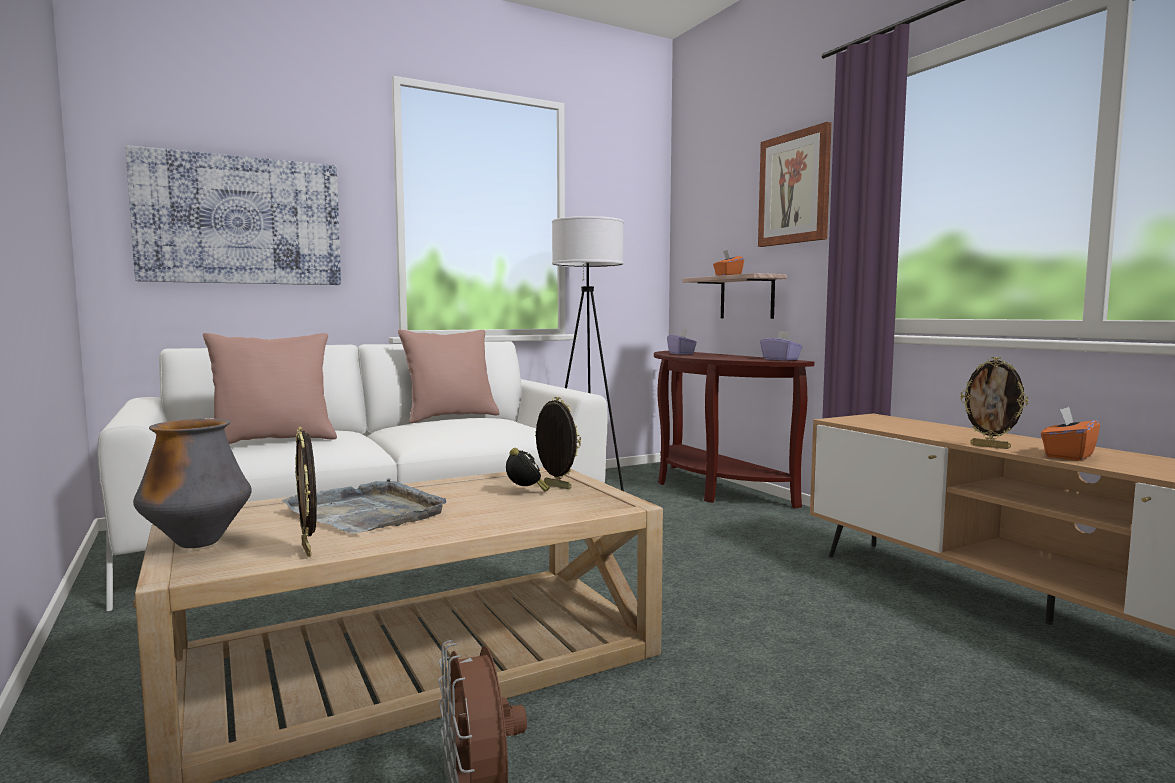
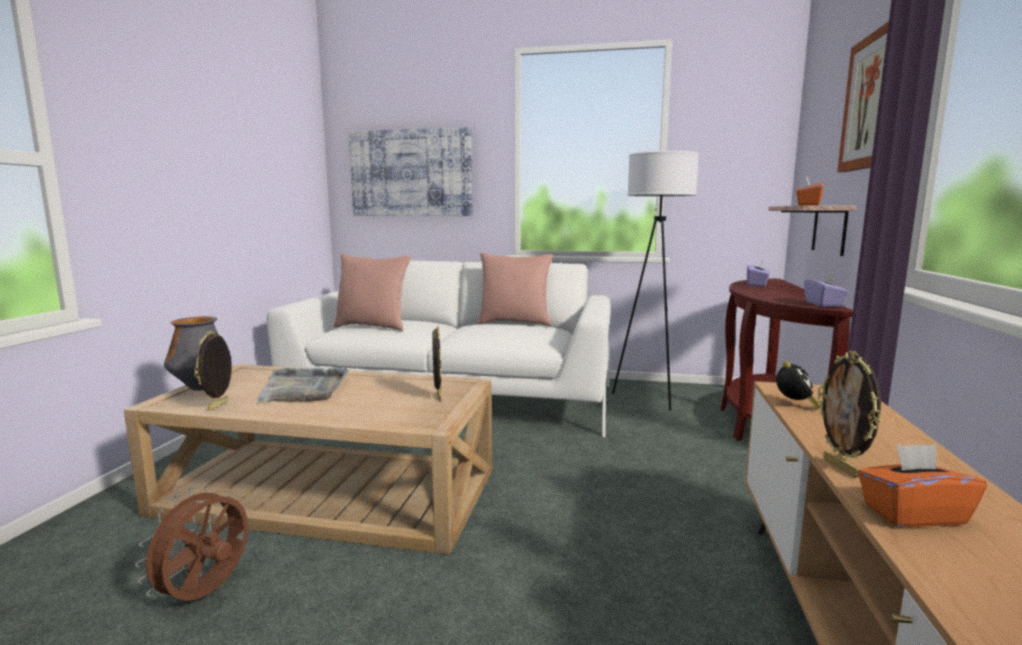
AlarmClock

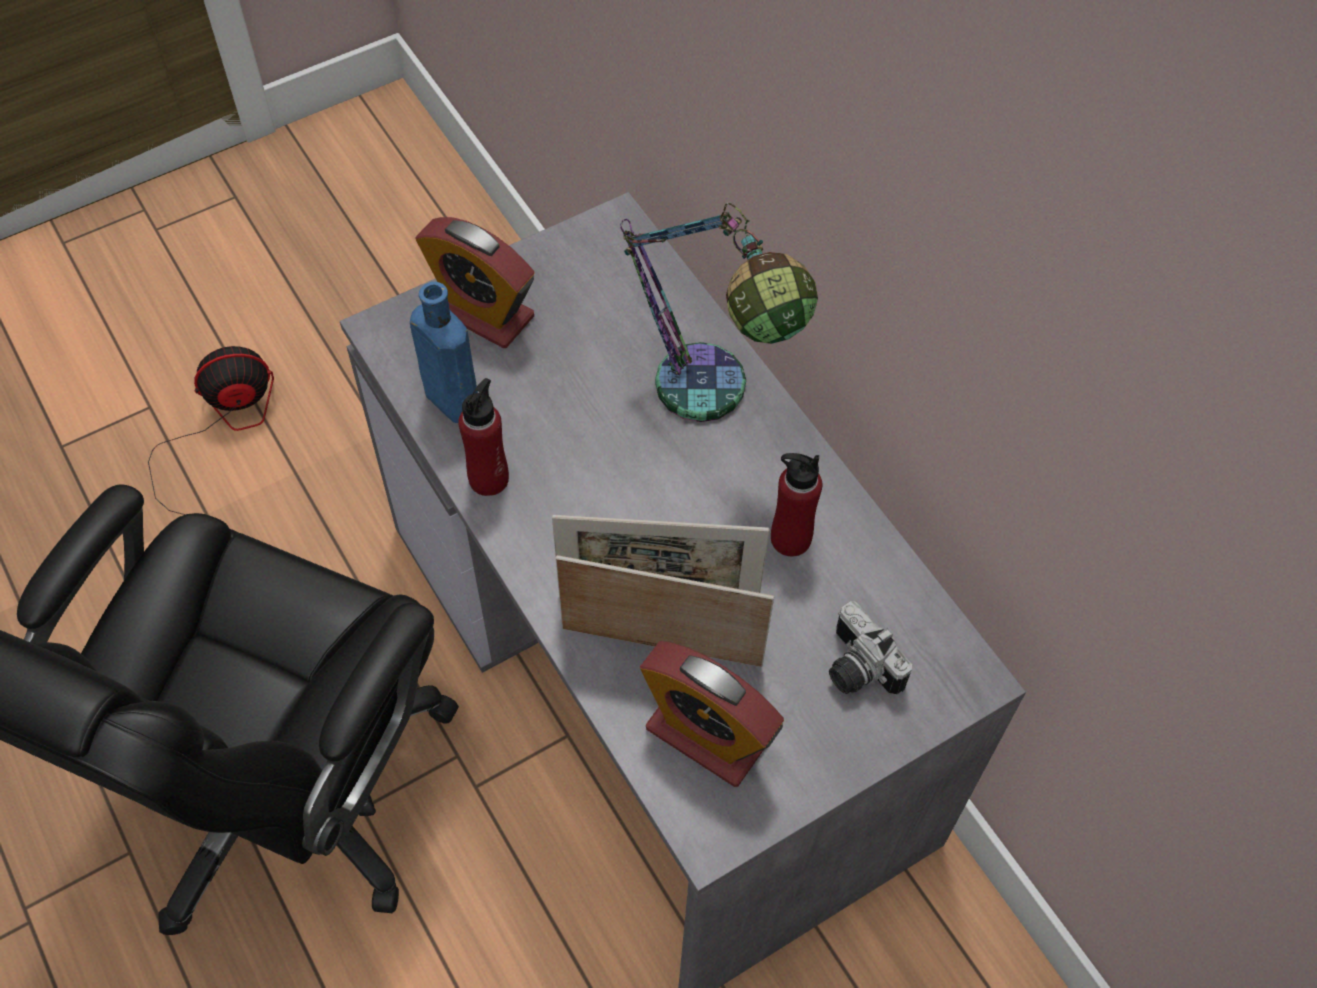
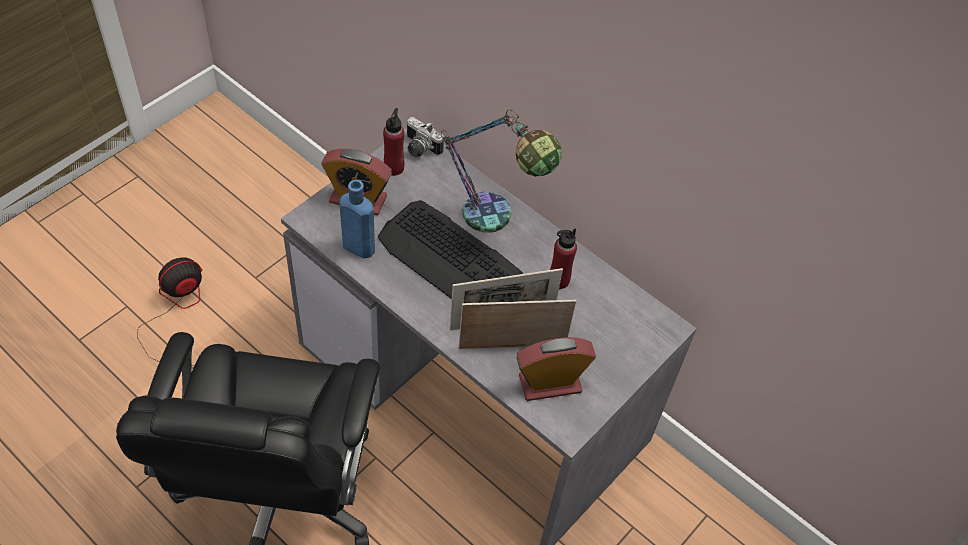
RedBottle (no. 1 from left); AlarmClock (no. 2 from left); PhotoCamera; Keyboard

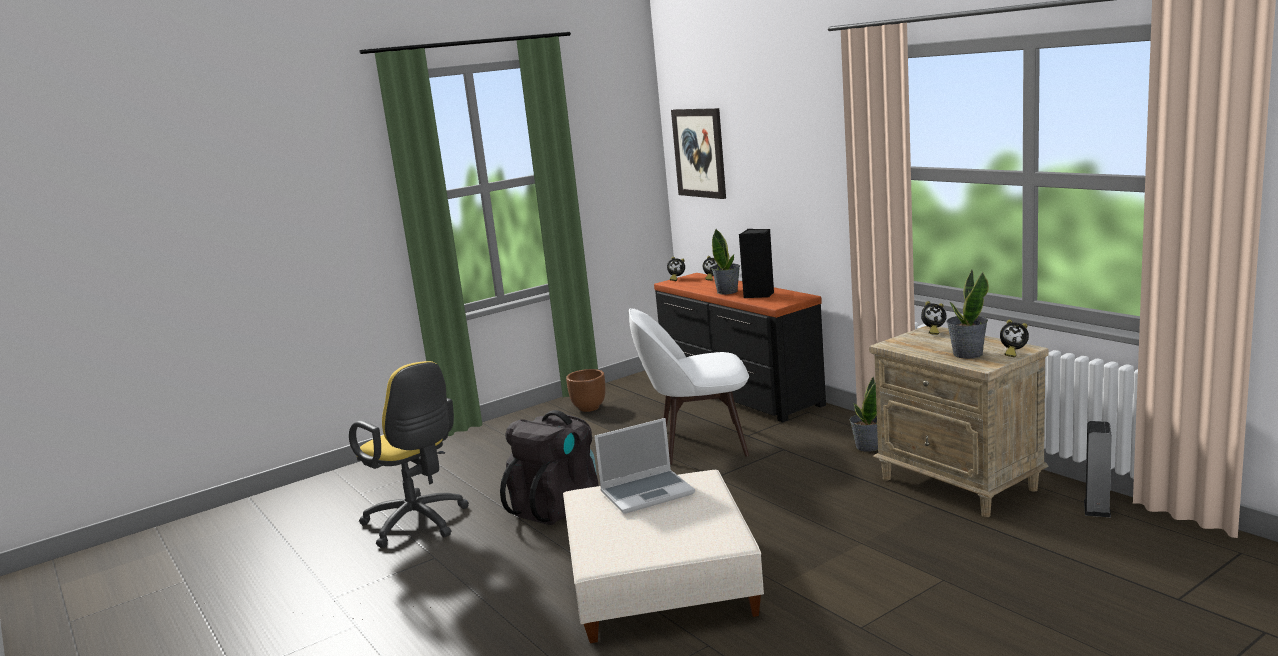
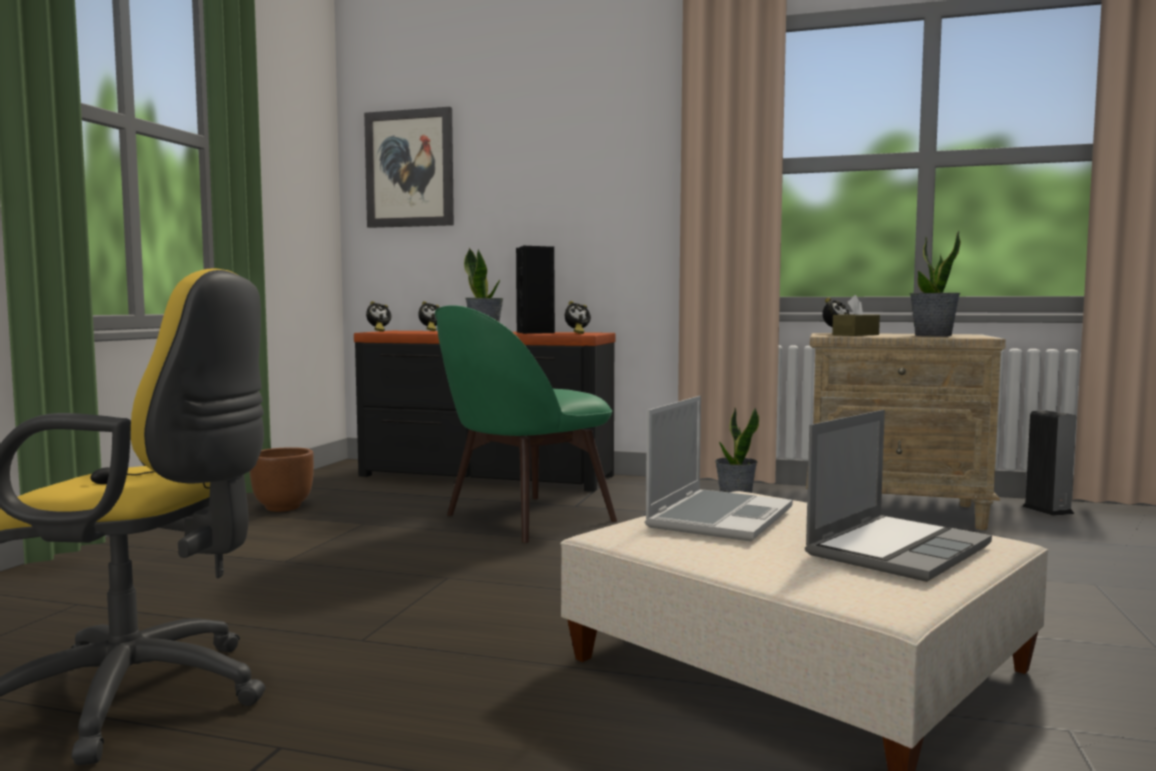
BlackBackpack; GreenChair; AlarmClock (no. 3 from left); Laptop (no. 2 from left); BrownTissueBox

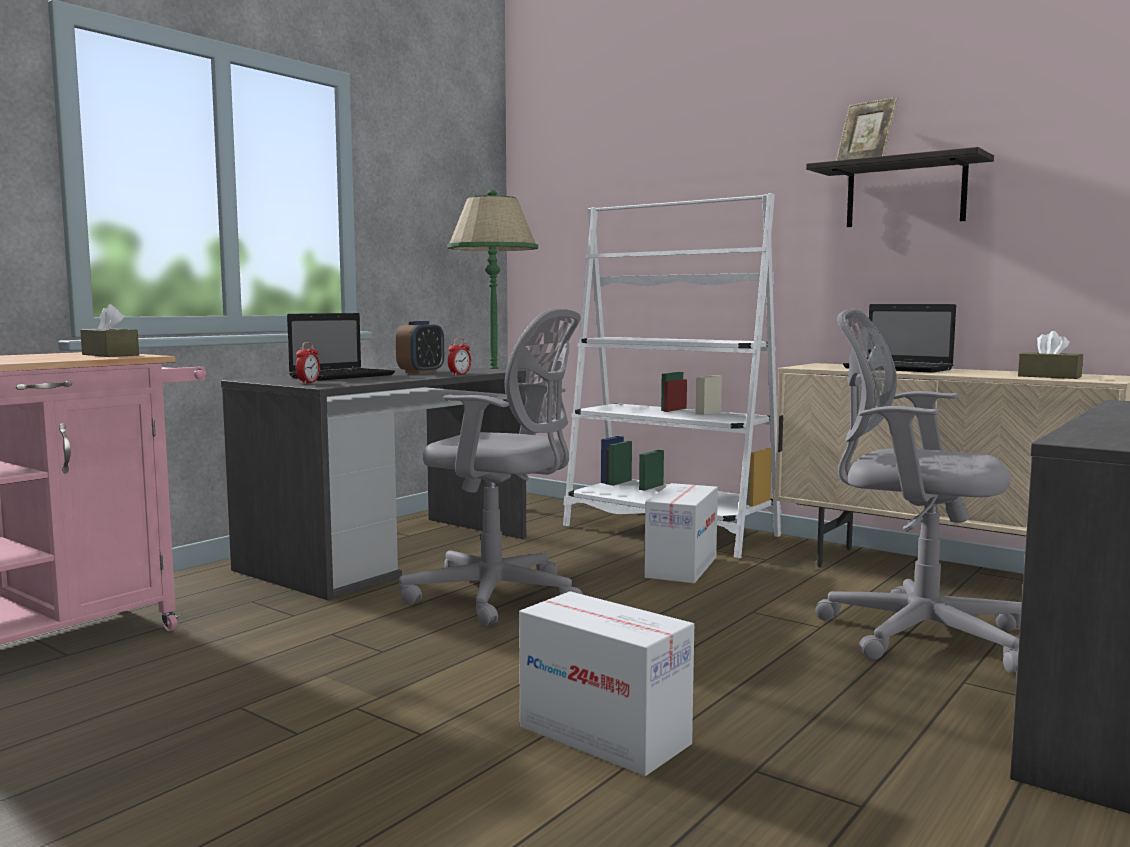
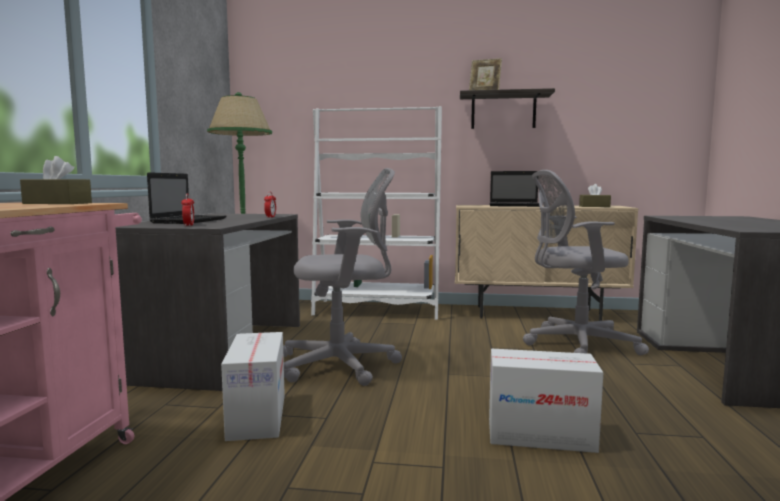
AlarmClock (no. 2 from left in the first image); CardboardBox (no. 1 from left)

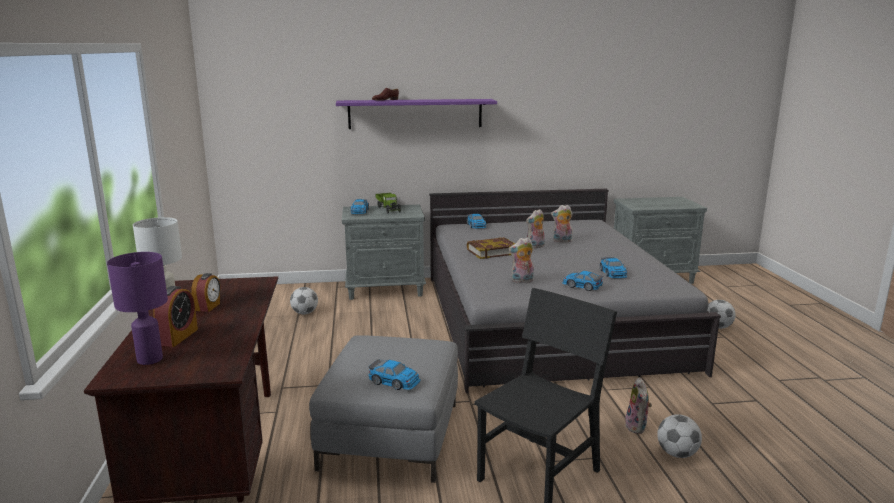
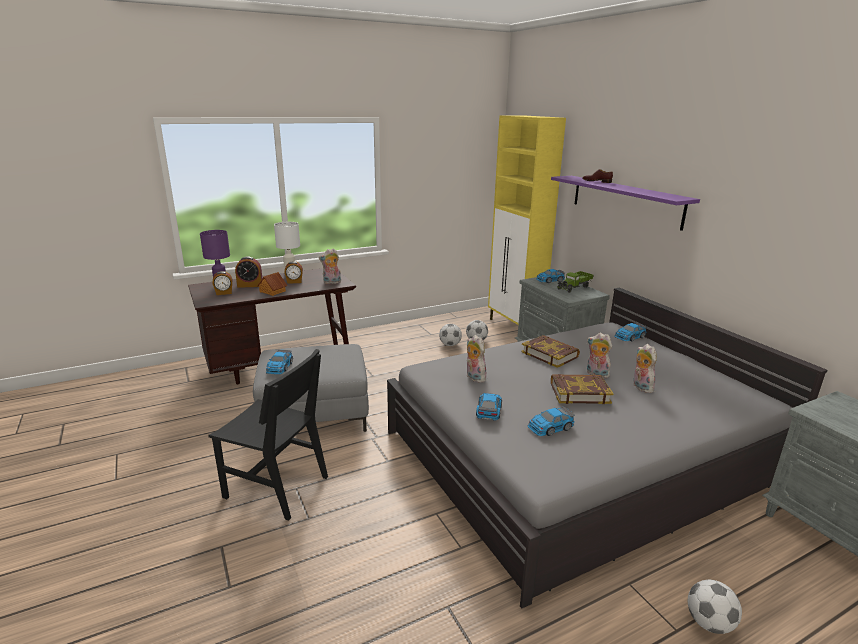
PlushToy (no. 1 from left); Football (no. 1 from left); AlarmClock (no. 1 from left); ToyHouse; YellowCabinet; Book (no. 2 from left)

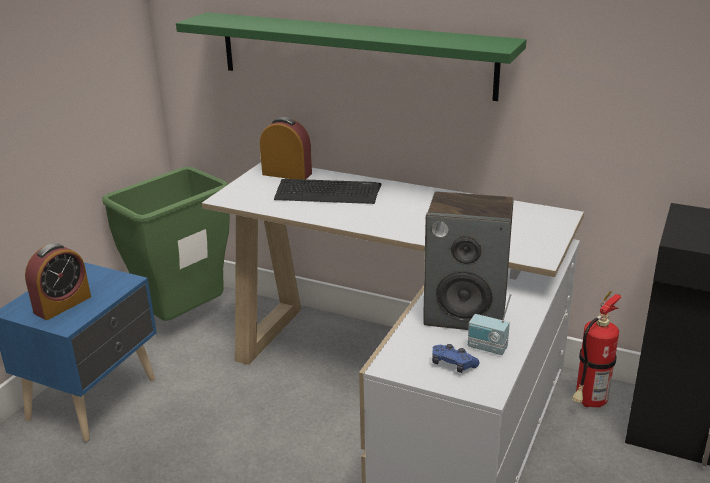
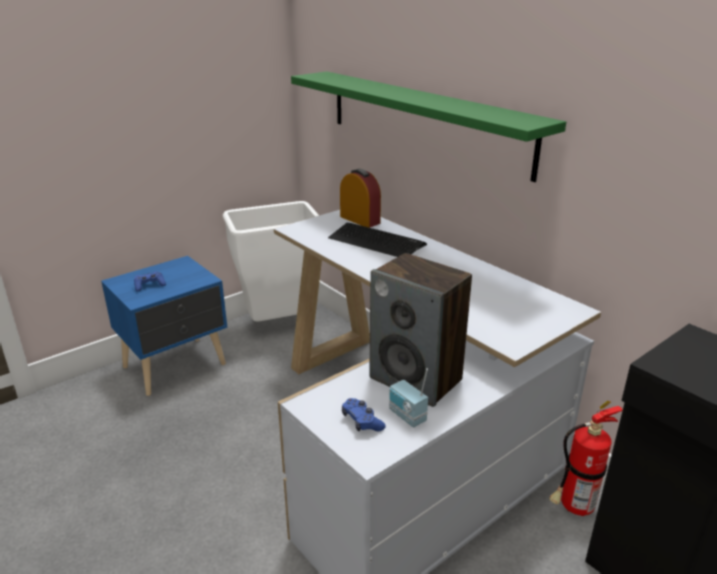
BlueGameController (no. 1 from left); WhiteTrashCan

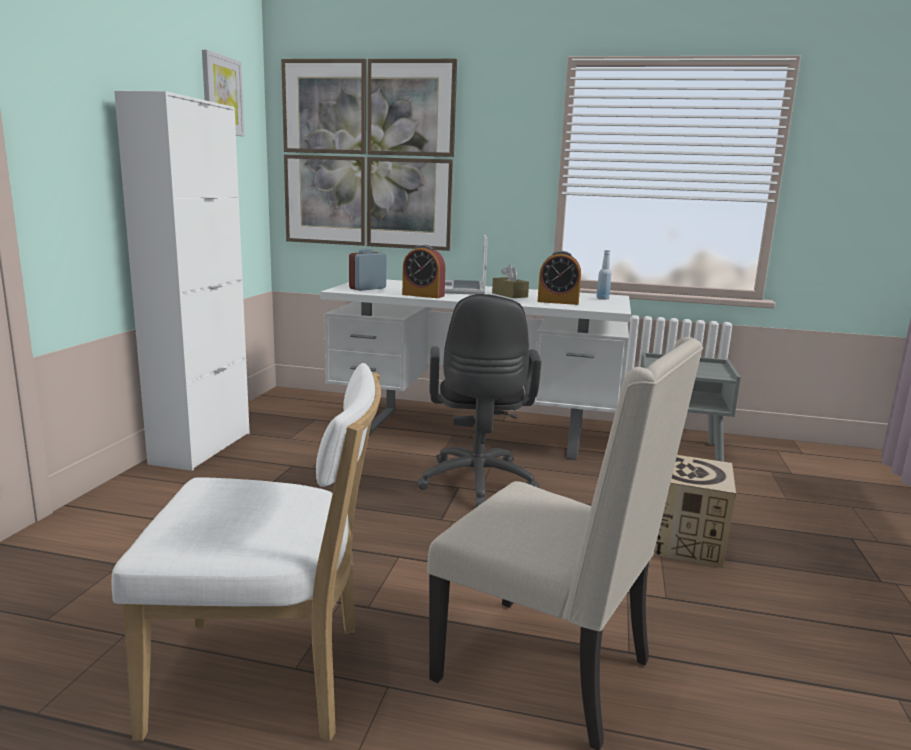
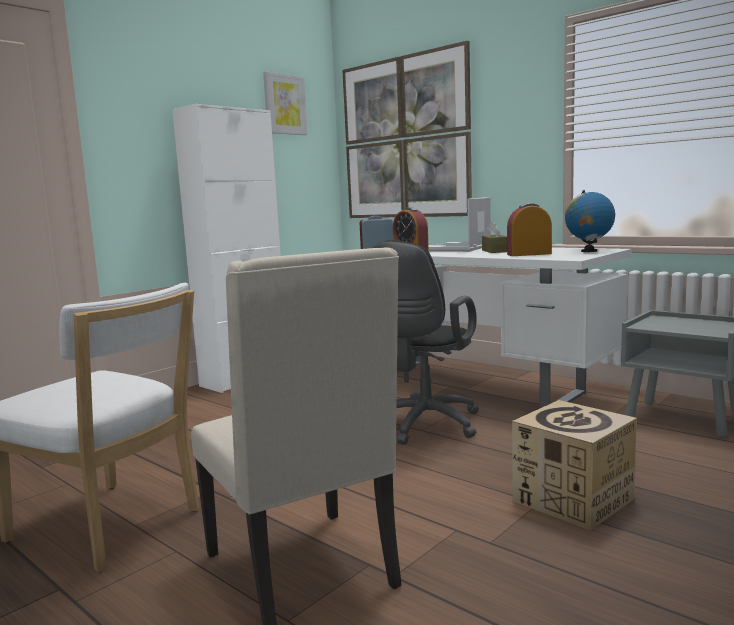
AlarmClock (no. 3 from left); Globe

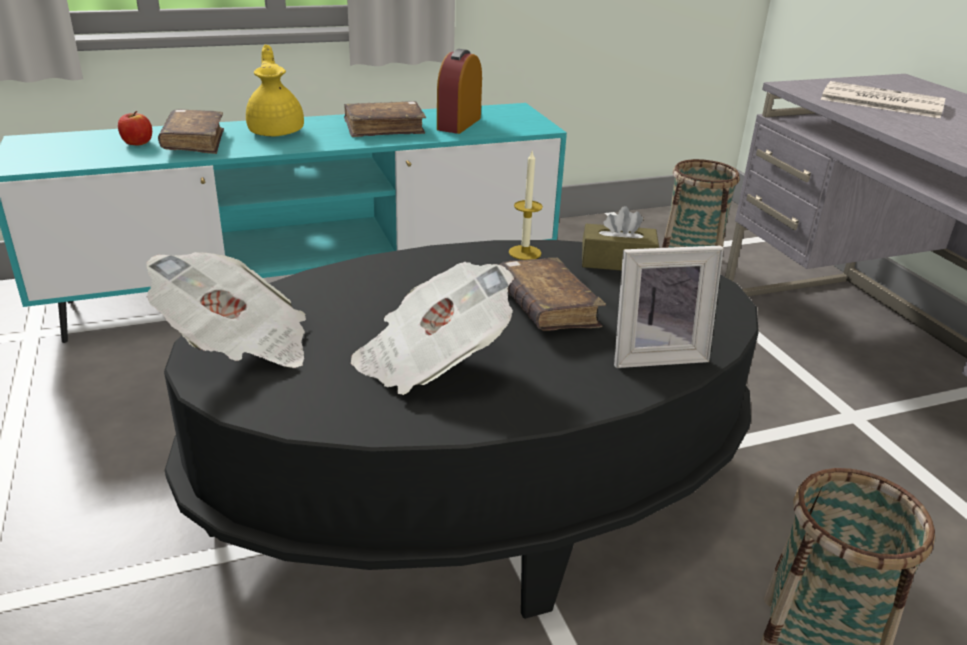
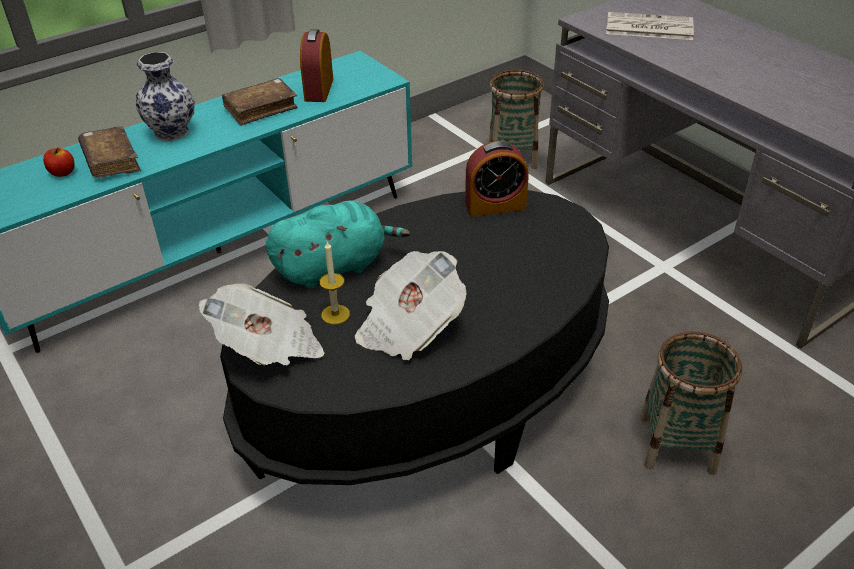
Vase; BrownBook (no. 3 from left in the first image); Candle; AlarmClock (no. 2 from left); PictureFrame; TurquoisePlushToy

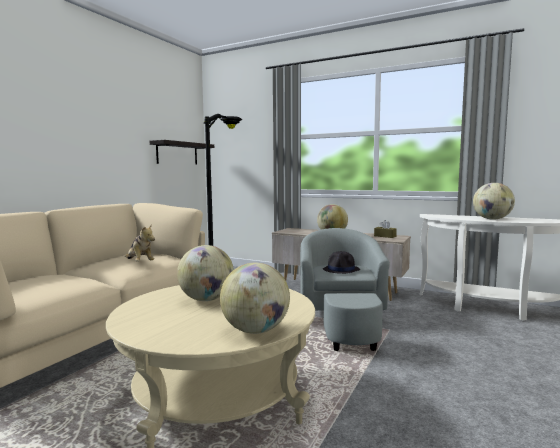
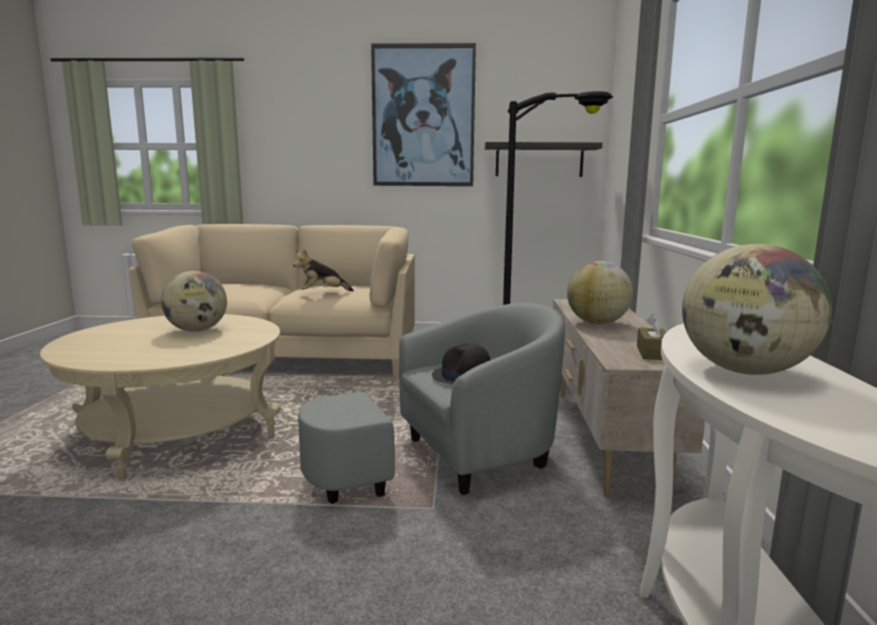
PlushToy; Globe (no. 2 from left in the first image); Picture

